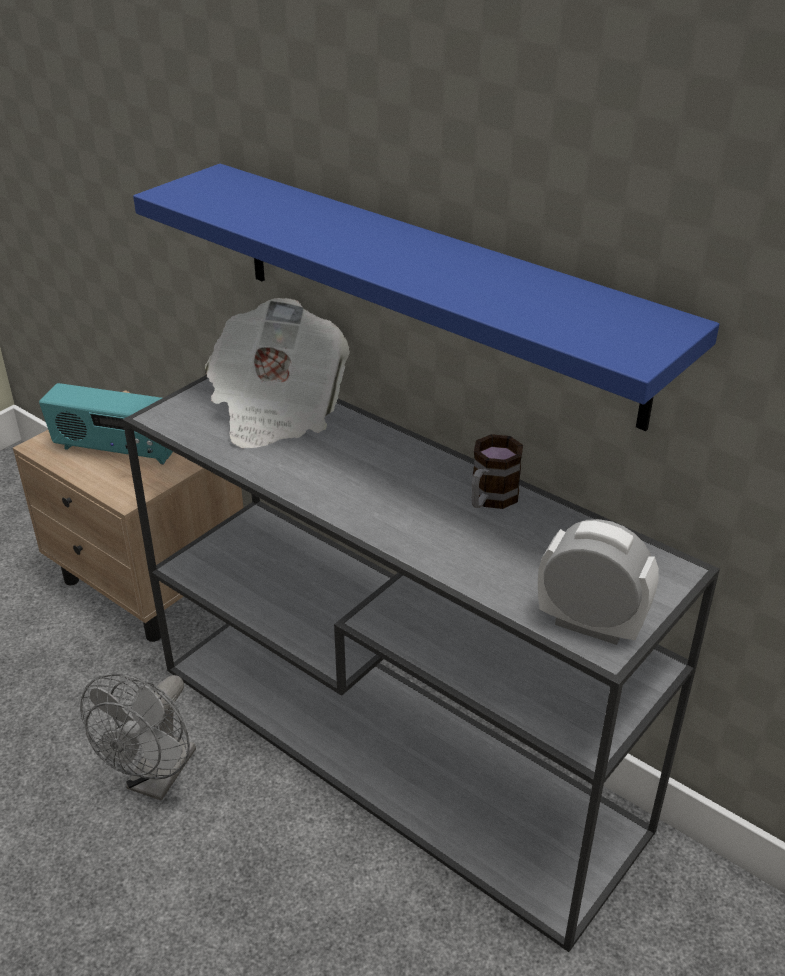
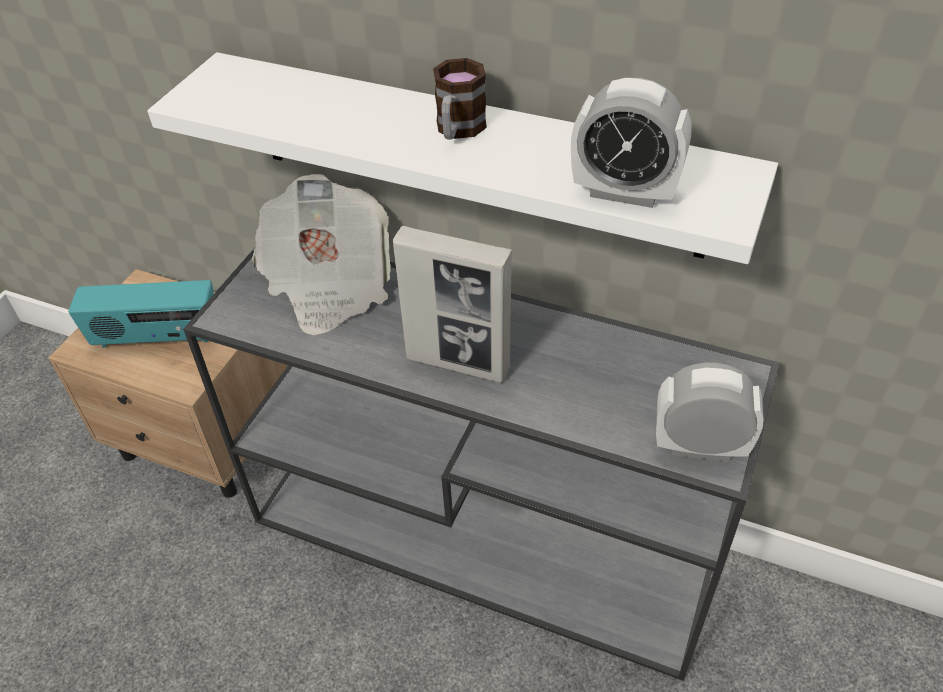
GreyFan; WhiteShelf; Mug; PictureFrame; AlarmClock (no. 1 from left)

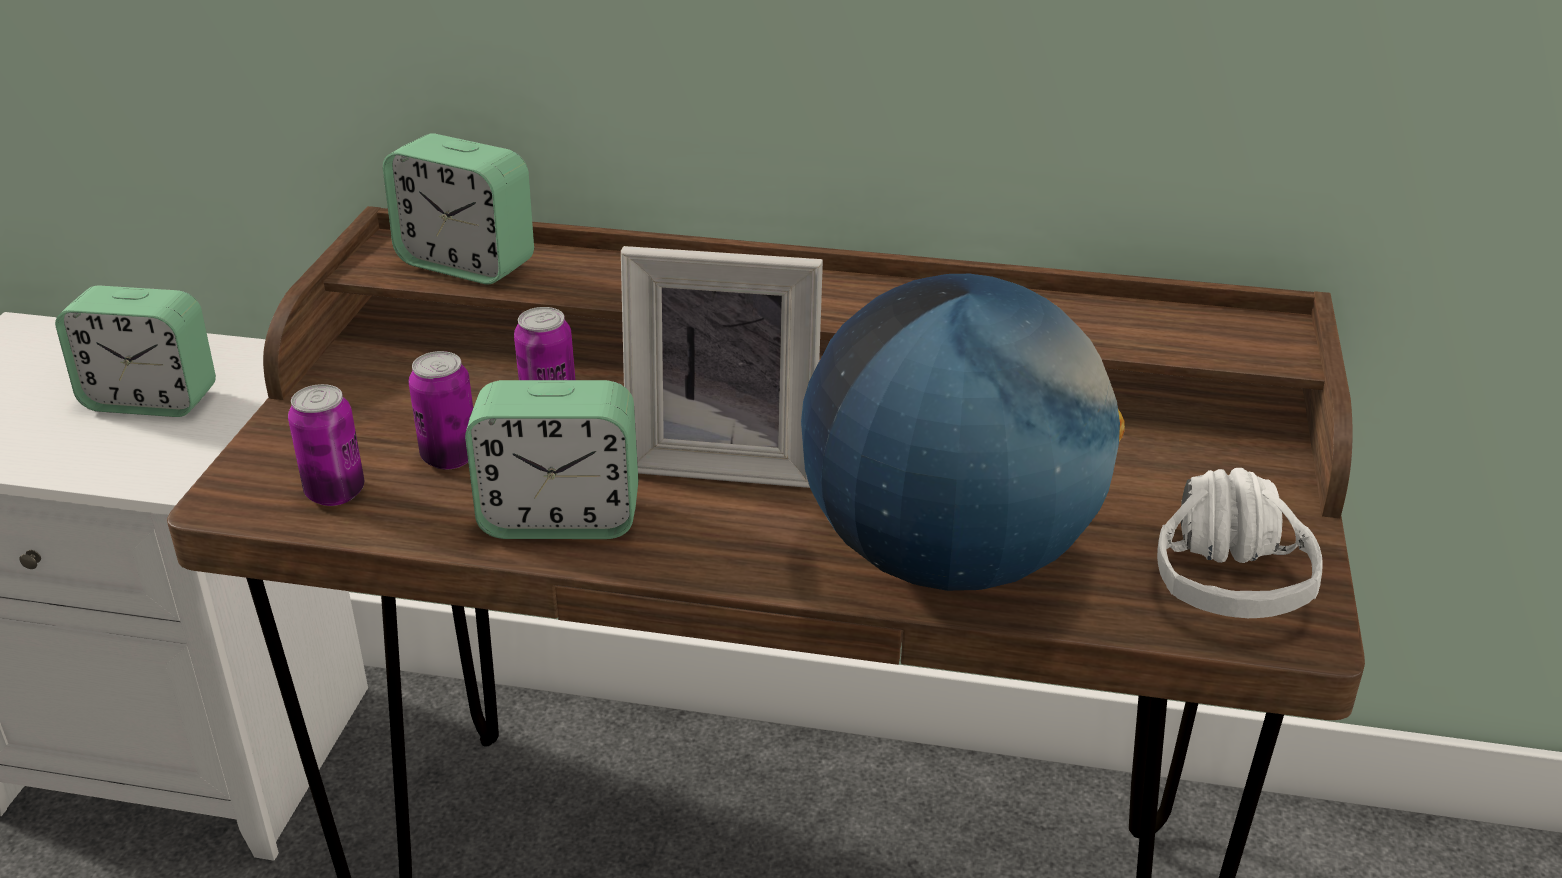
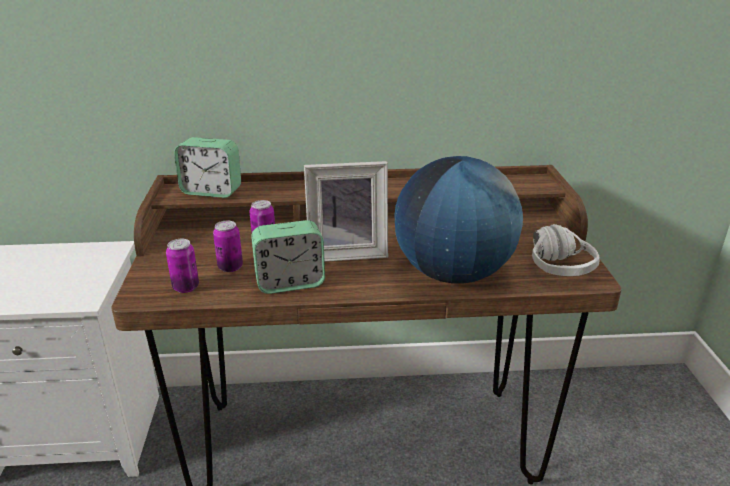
AlarmClock (no. 1 from left in the first image)

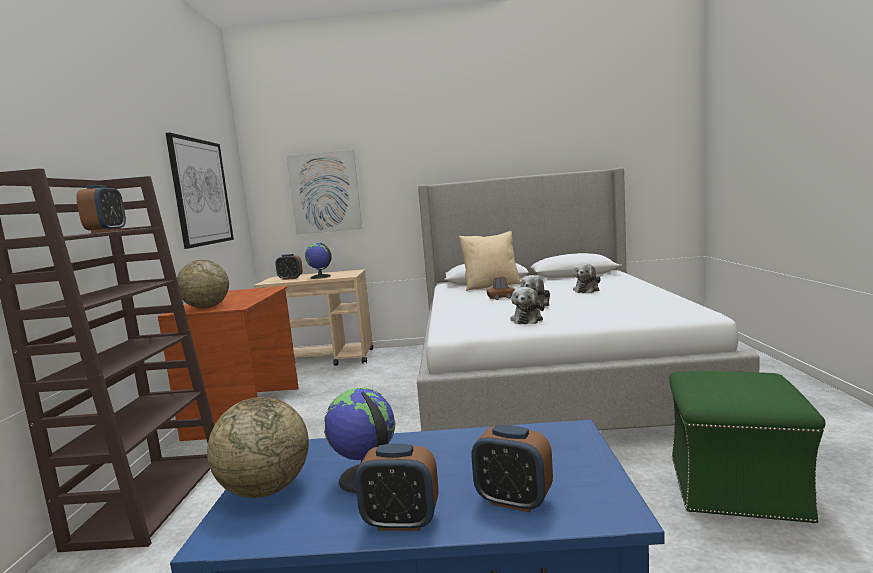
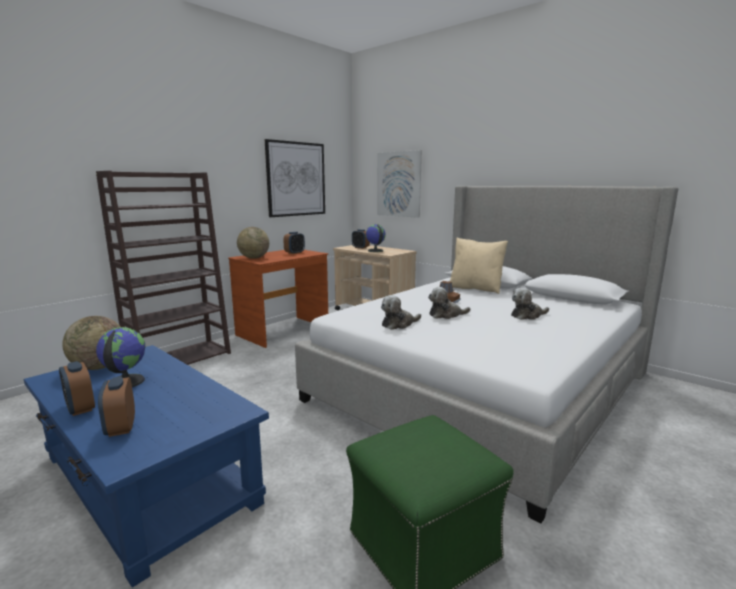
AlarmClock (no. 3 from left)

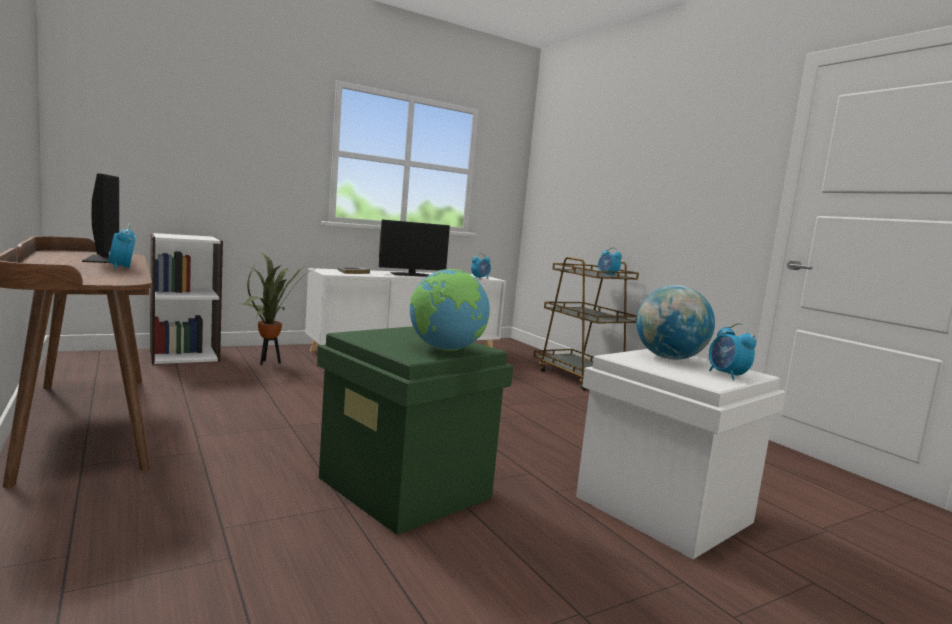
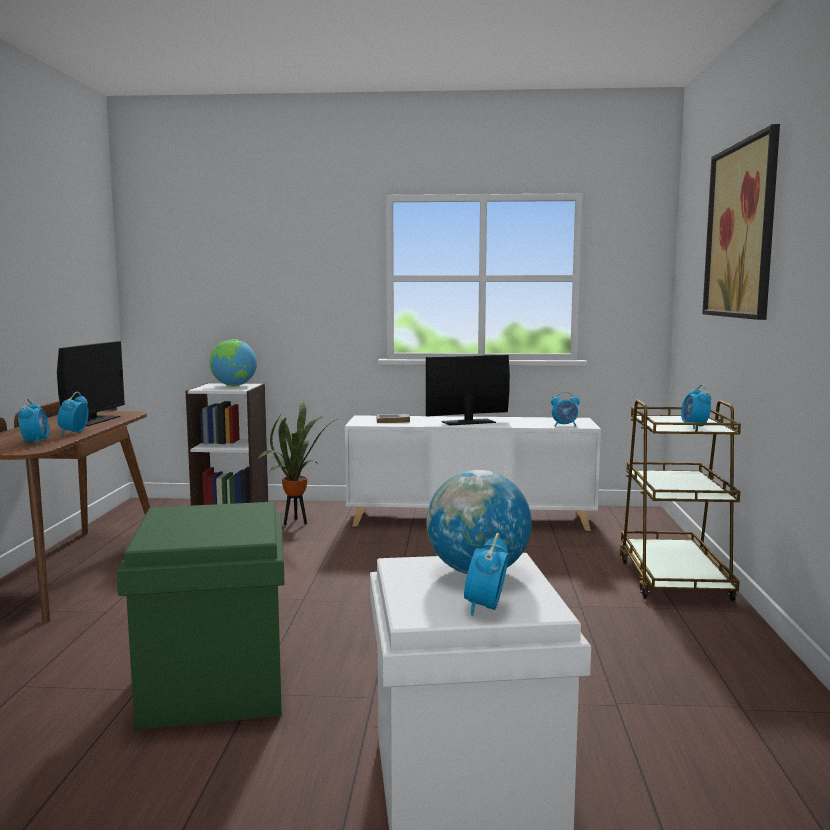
Monitor (no. 2 from left); Globe (no. 1 from left); AlarmClock (no. 1 from left); Picture

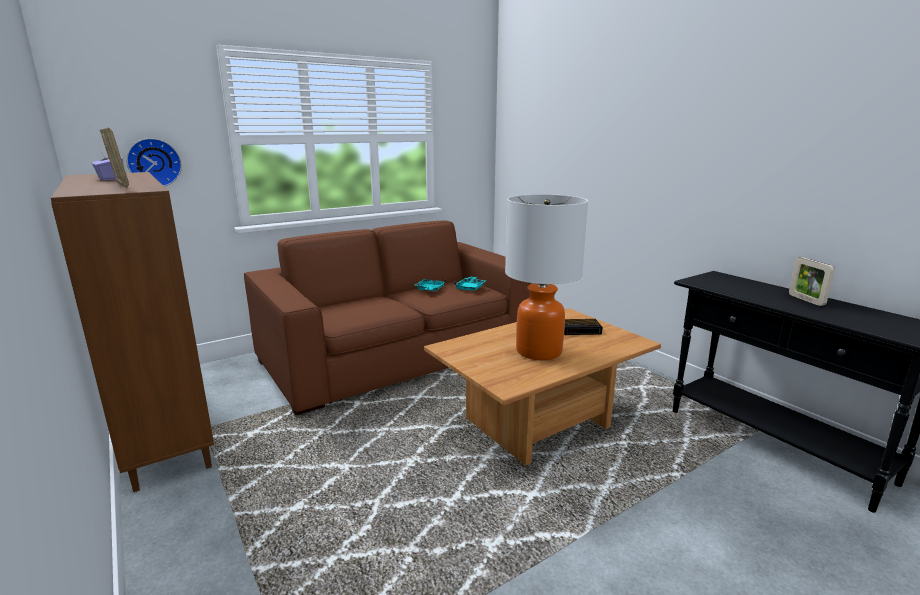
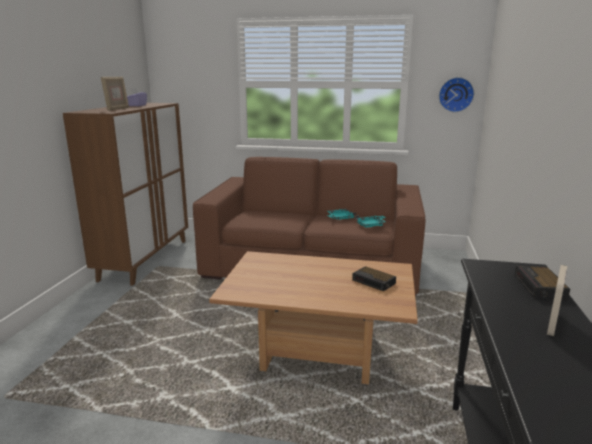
WallClock; TableLamp; AlarmClock (no. 2 from left)

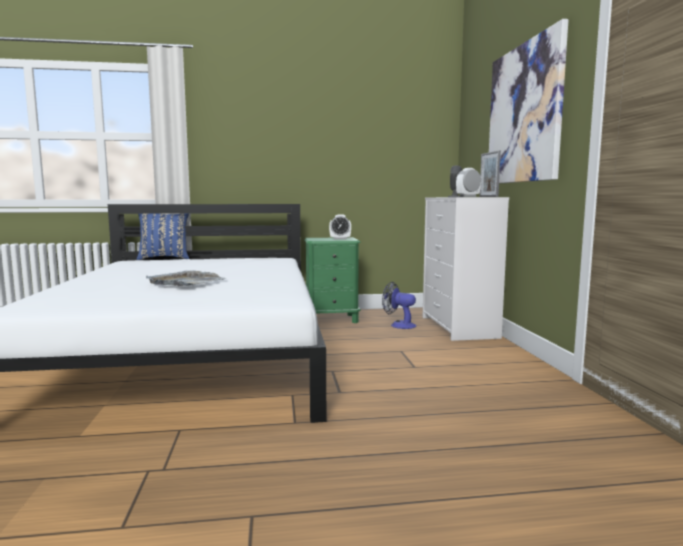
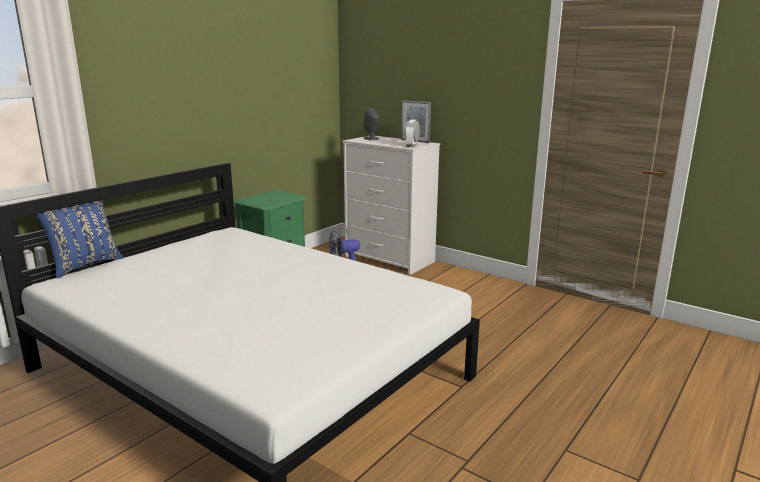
GreyTray; AlarmClock (no. 1 from left in the first image); Picture

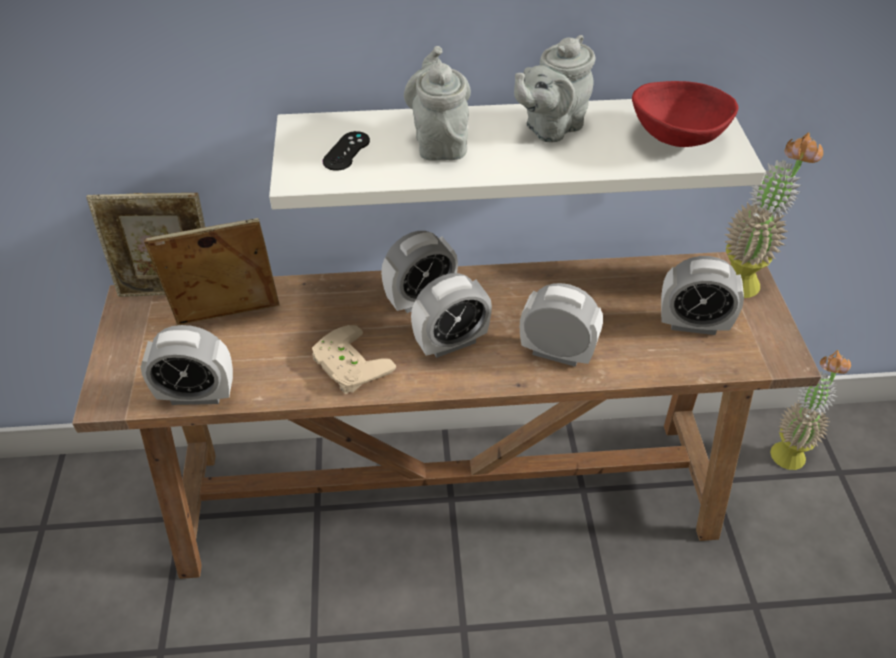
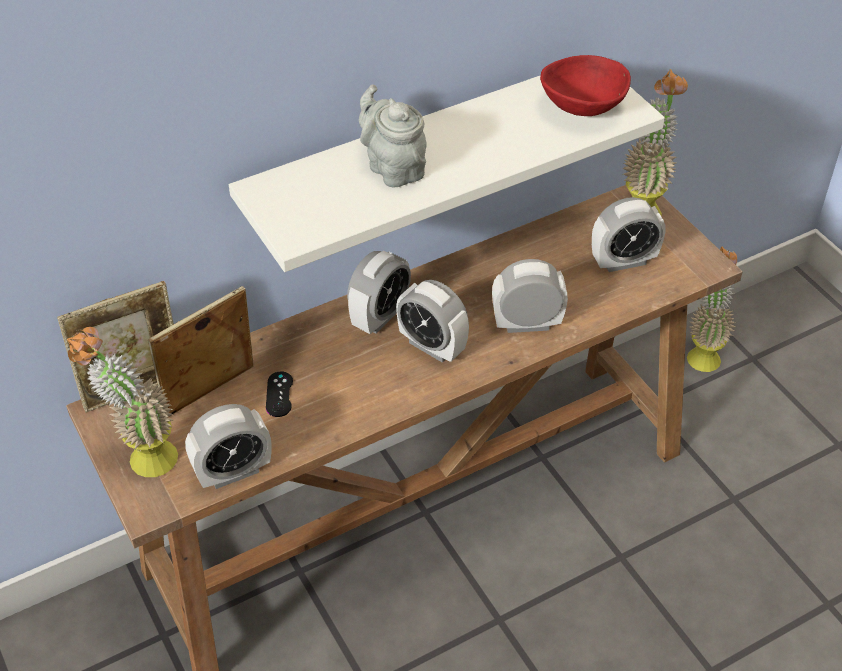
BeigeGameController; BlackGameController; AlarmClock (no. 3 from left); GreyTeapot (no. 2 from left in the first image); PottedPlant (no. 1 from left)

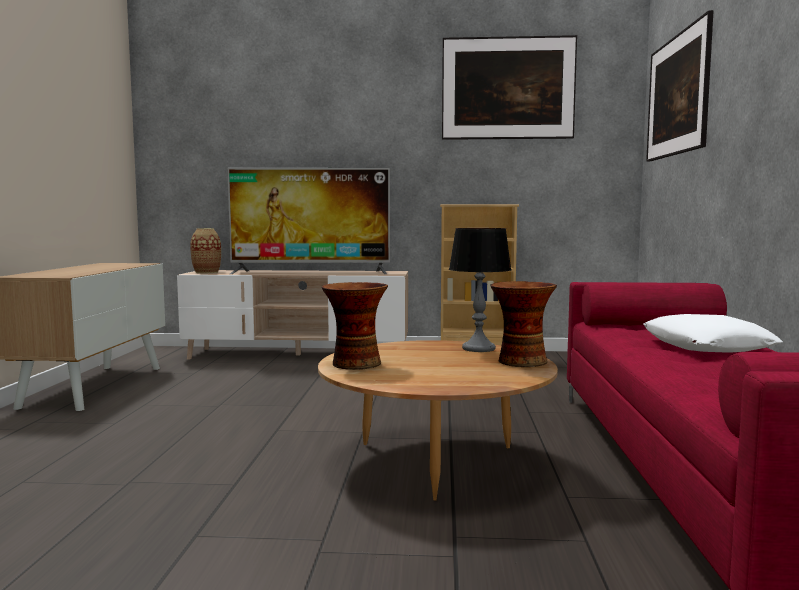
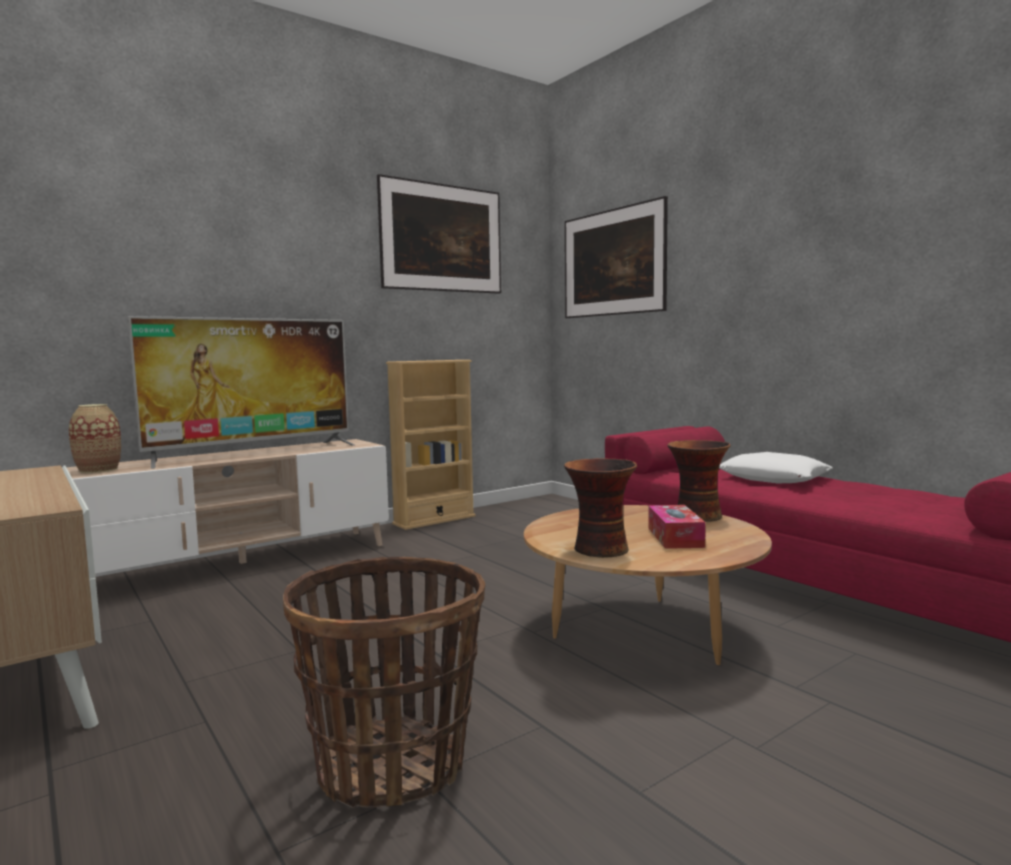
TableLamp; Basket; TissueBox

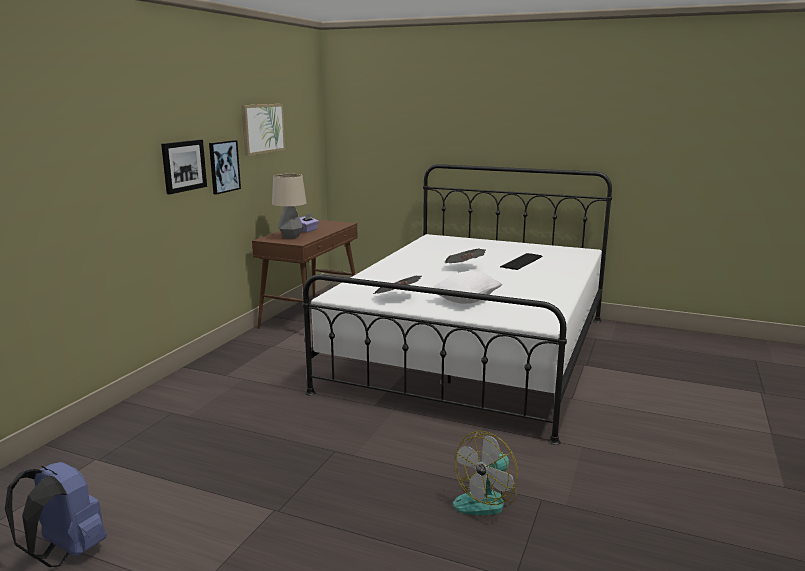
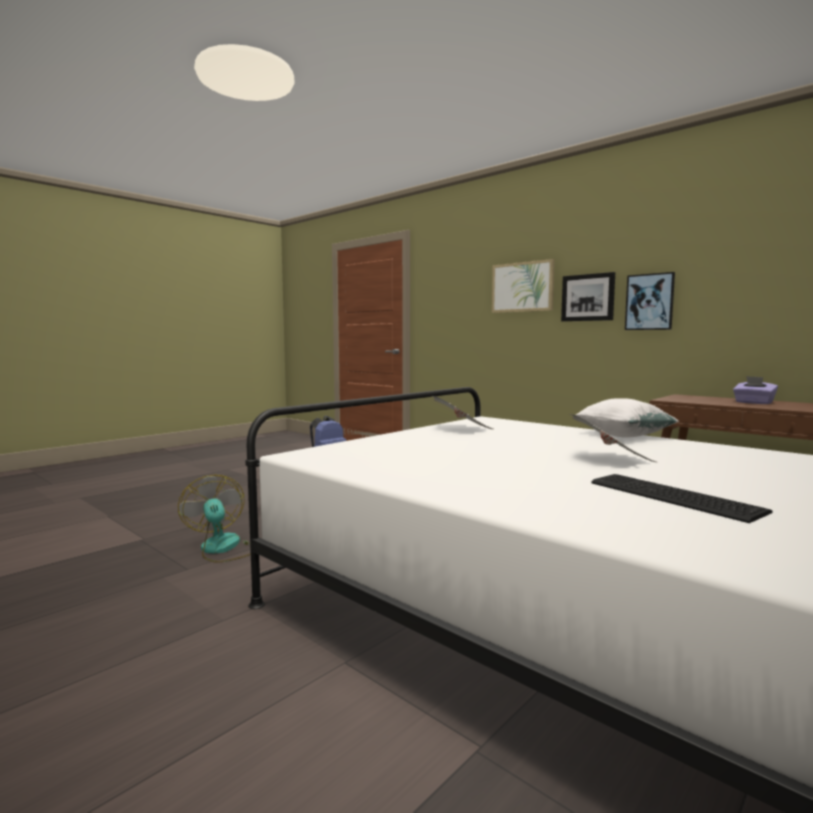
Picture (no. 1 from left); TableLamp; WhitePillow

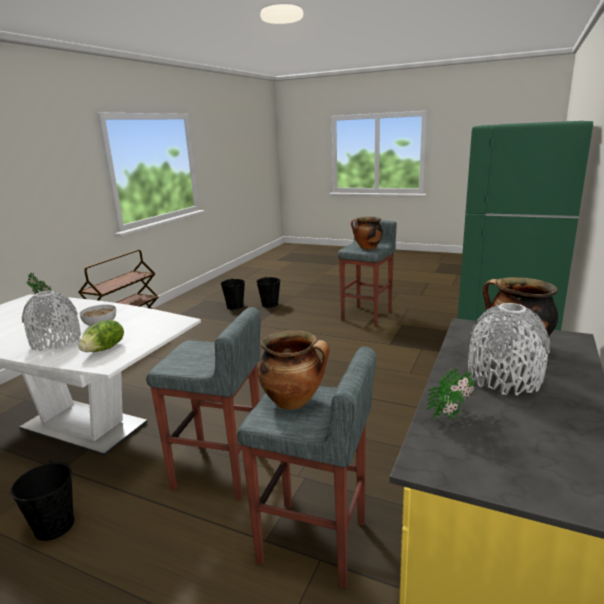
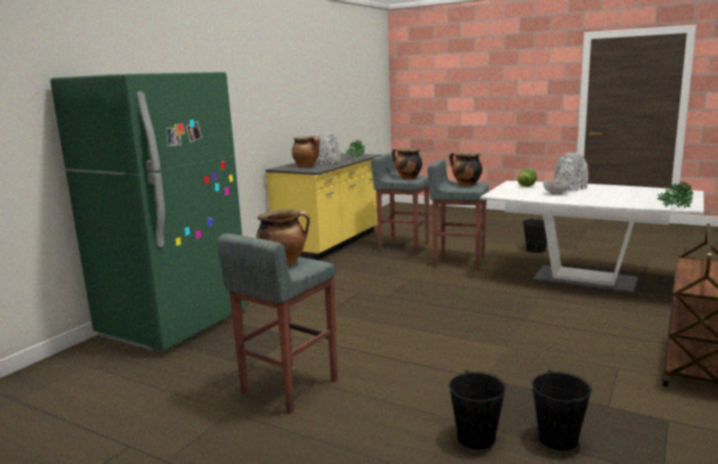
CookingPot (no. 4 from left)

